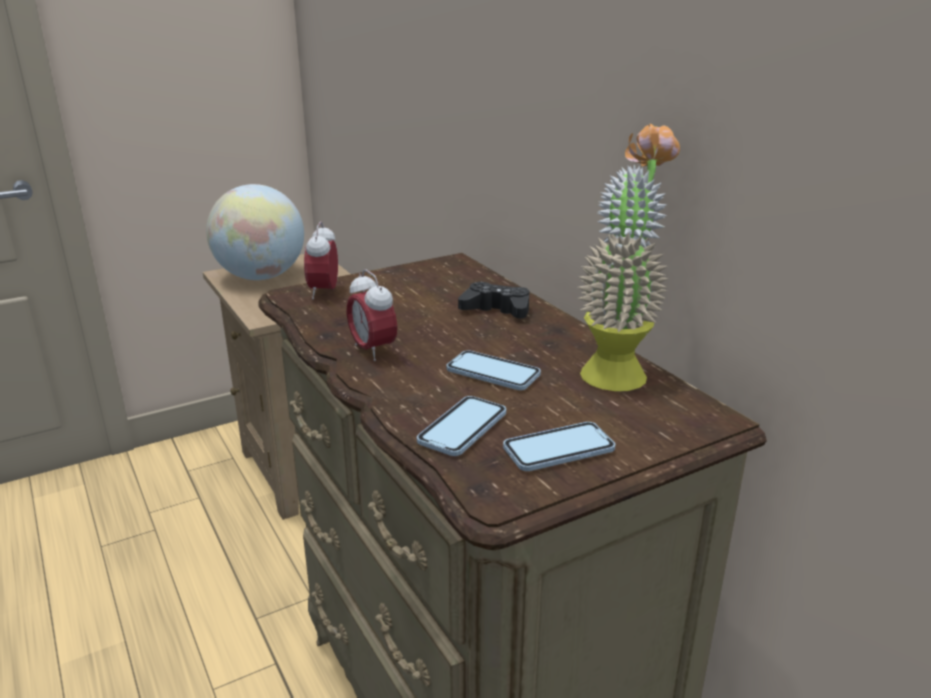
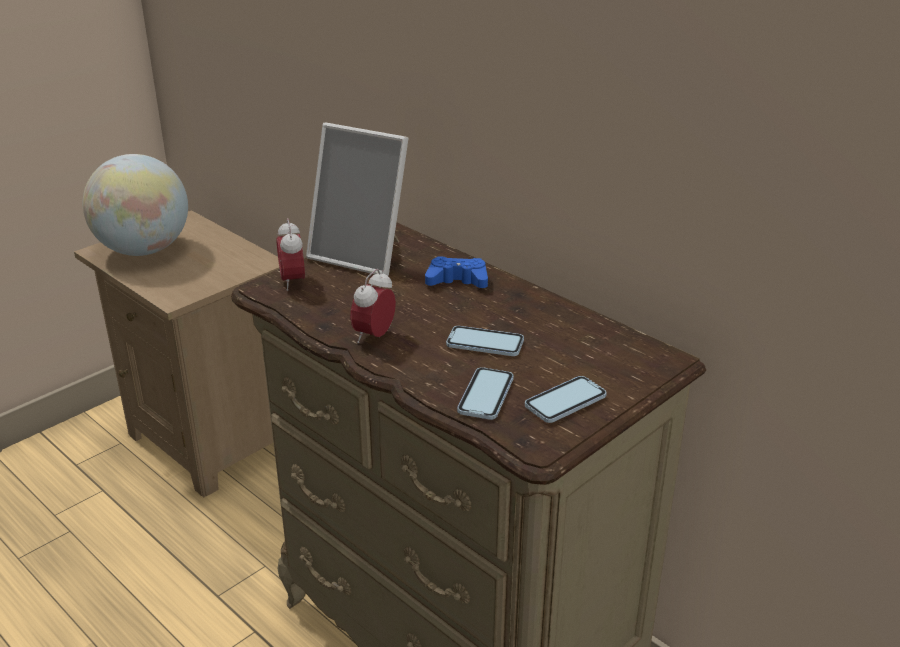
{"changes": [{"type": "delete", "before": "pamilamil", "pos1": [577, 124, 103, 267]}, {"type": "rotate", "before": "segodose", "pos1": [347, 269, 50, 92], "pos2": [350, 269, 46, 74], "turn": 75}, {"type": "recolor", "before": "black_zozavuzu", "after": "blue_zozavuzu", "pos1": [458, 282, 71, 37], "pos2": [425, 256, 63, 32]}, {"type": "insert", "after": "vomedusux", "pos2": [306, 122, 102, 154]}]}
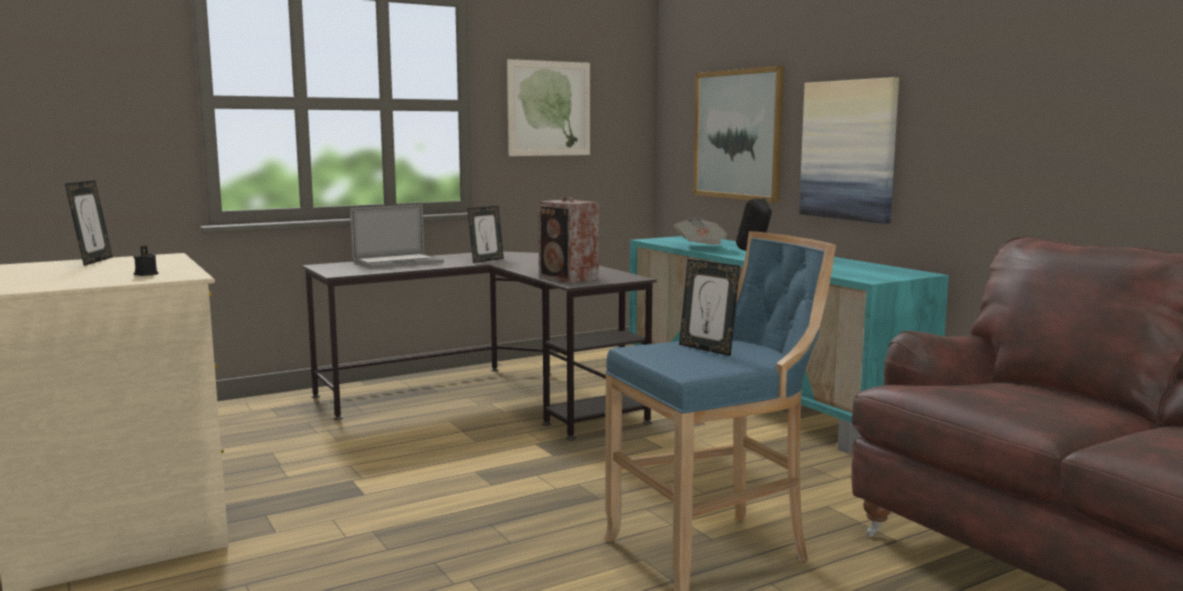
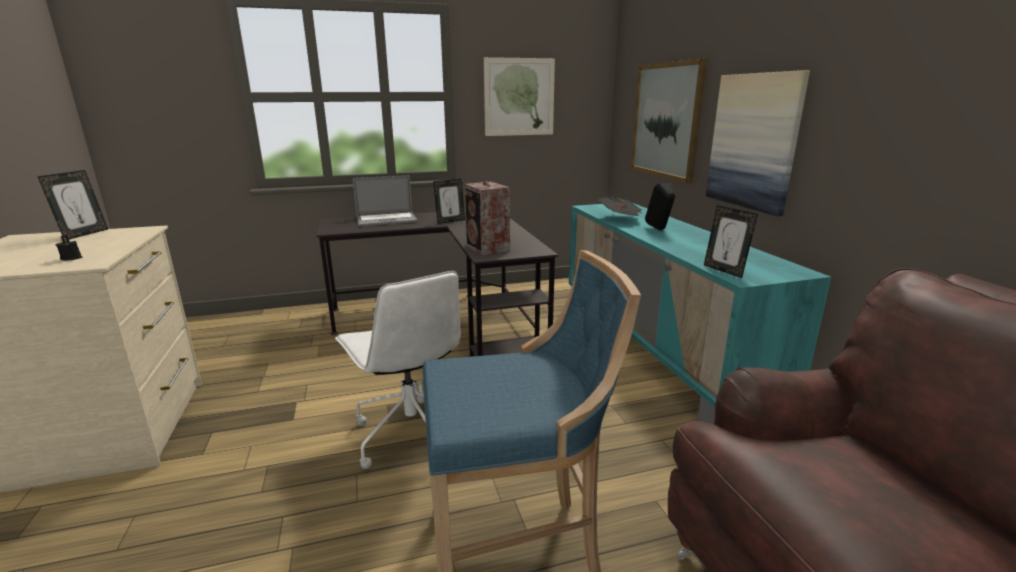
{"changes": [{"type": "move", "before": "vomedusux", "pos1": [679, 259, 61, 97], "pos2": [704, 205, 54, 73]}, {"type": "insert", "after": "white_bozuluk", "pos2": [335, 271, 126, 198]}]}
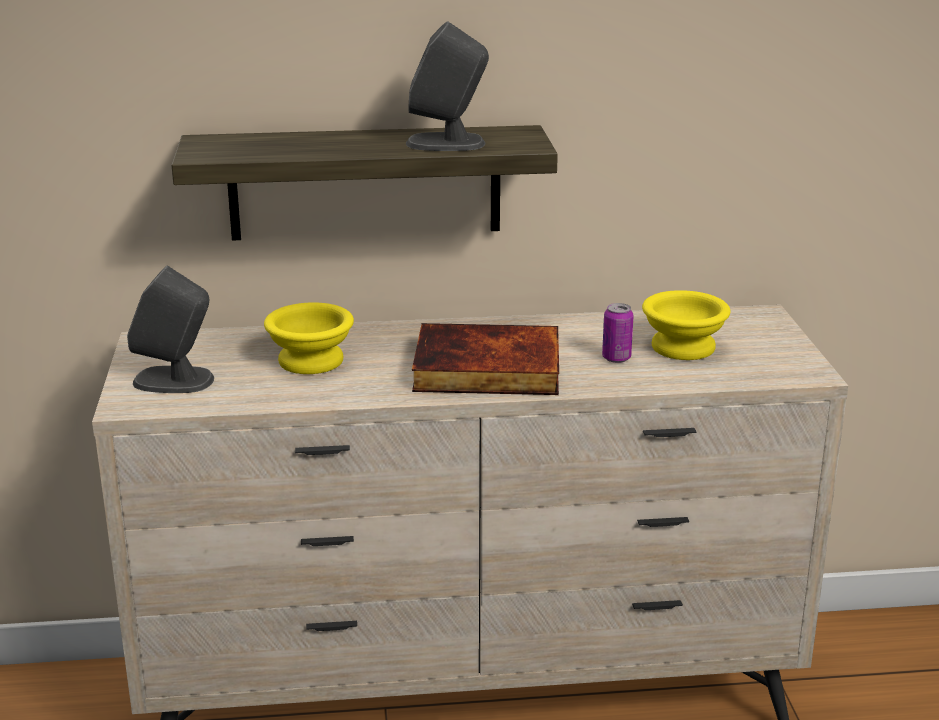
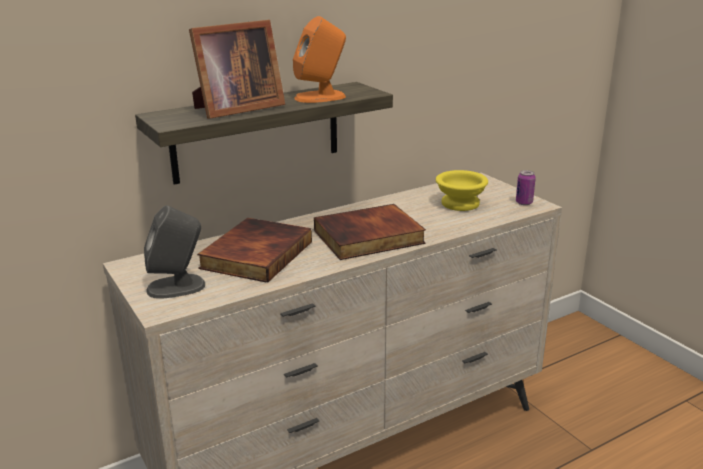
{"changes": [{"type": "recolor", "before": "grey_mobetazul", "after": "orange_mobetazul", "pos1": [406, 21, 83, 130], "pos2": [293, 16, 53, 87]}, {"type": "replace", "before": "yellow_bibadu", "after": "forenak", "pos1": [264, 303, 90, 71], "pos2": [197, 218, 115, 65]}, {"type": "move", "before": "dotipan", "pos1": [602, 303, 32, 60], "pos2": [516, 170, 20, 35]}, {"type": "insert", "after": "vomedusux", "pos2": [189, 20, 96, 99]}]}
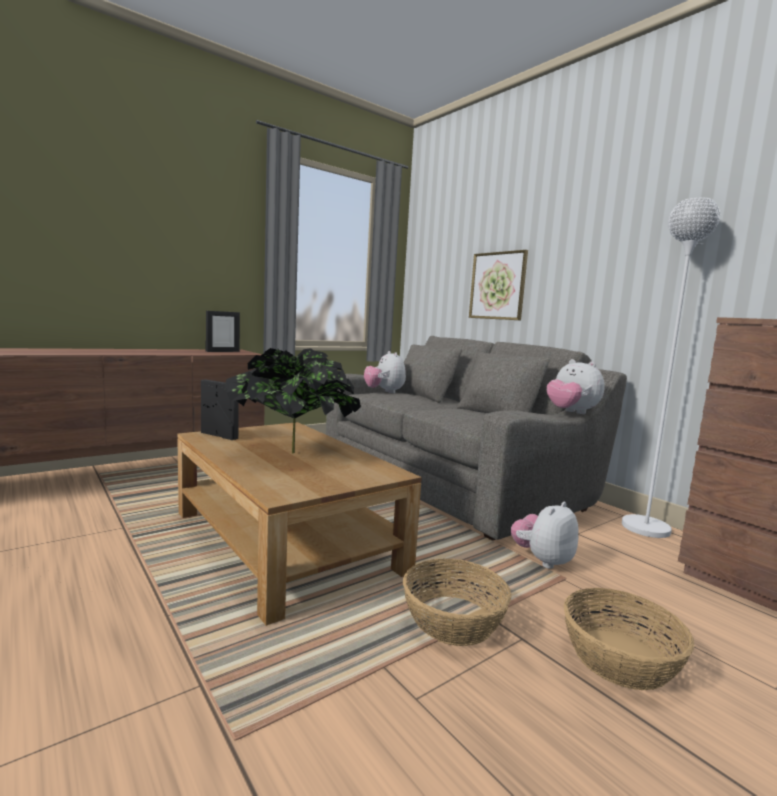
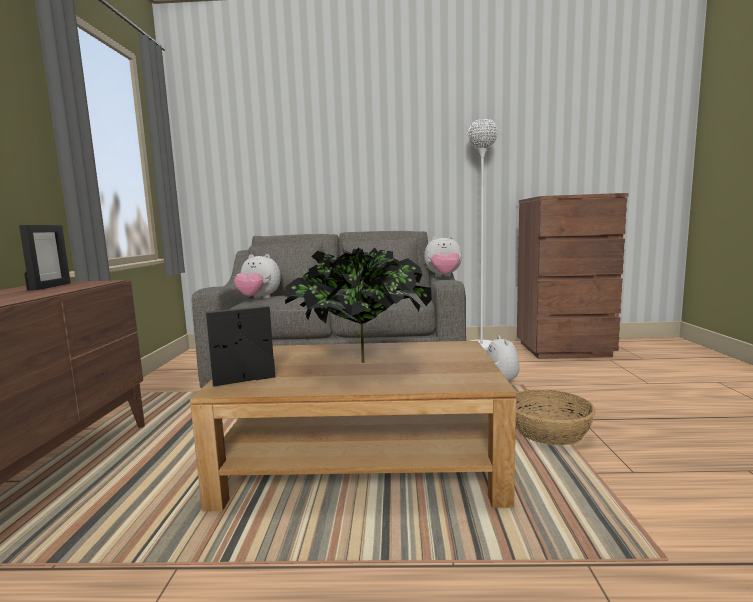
{"changes": [{"type": "delete", "before": "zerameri", "pos1": [469, 250, 59, 70]}, {"type": "delete", "before": "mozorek", "pos1": [564, 588, 131, 102]}]}
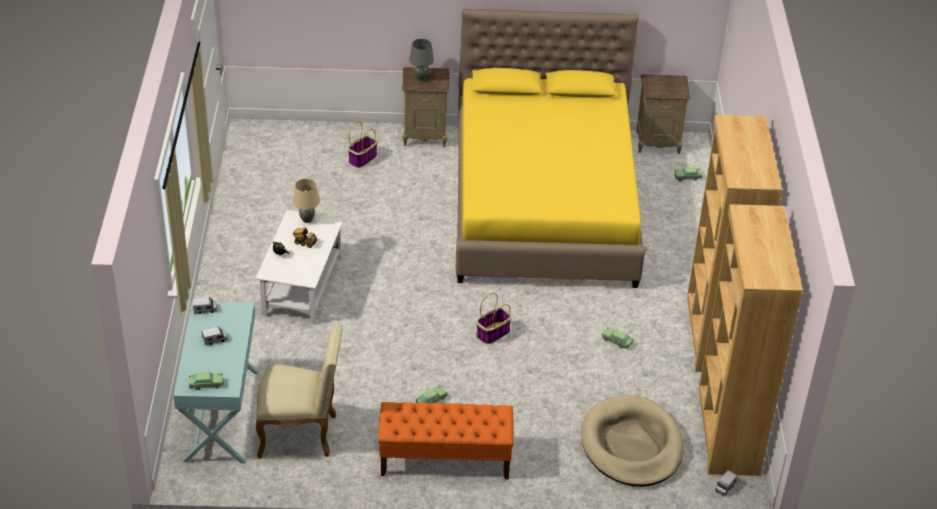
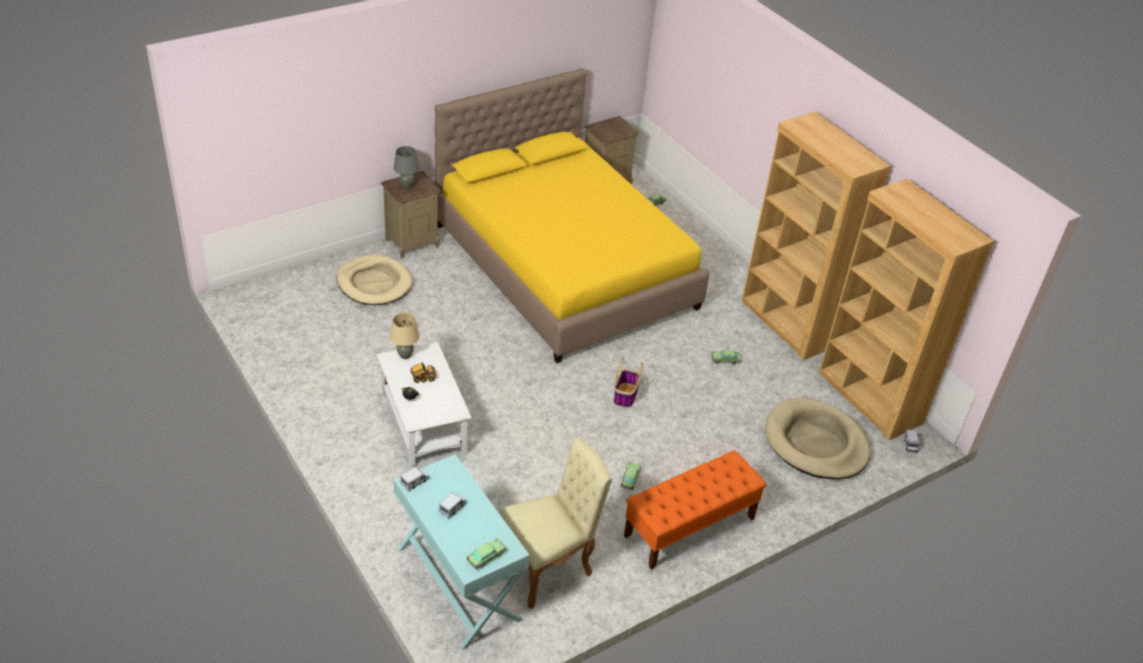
{"changes": [{"type": "replace", "before": "mozorek", "after": "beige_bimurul", "pos1": [348, 122, 30, 46], "pos2": [337, 255, 76, 50]}]}
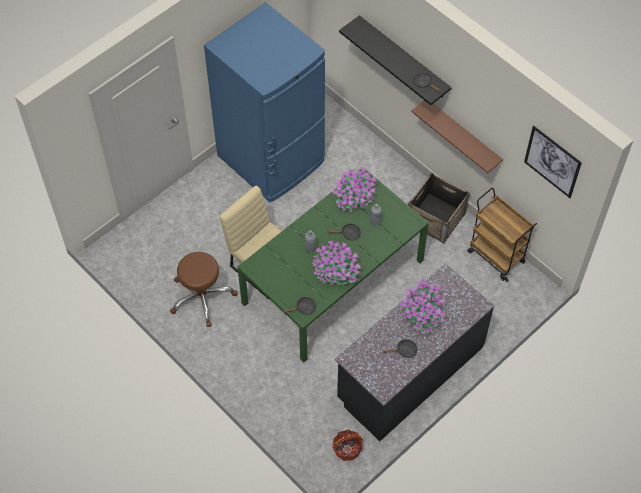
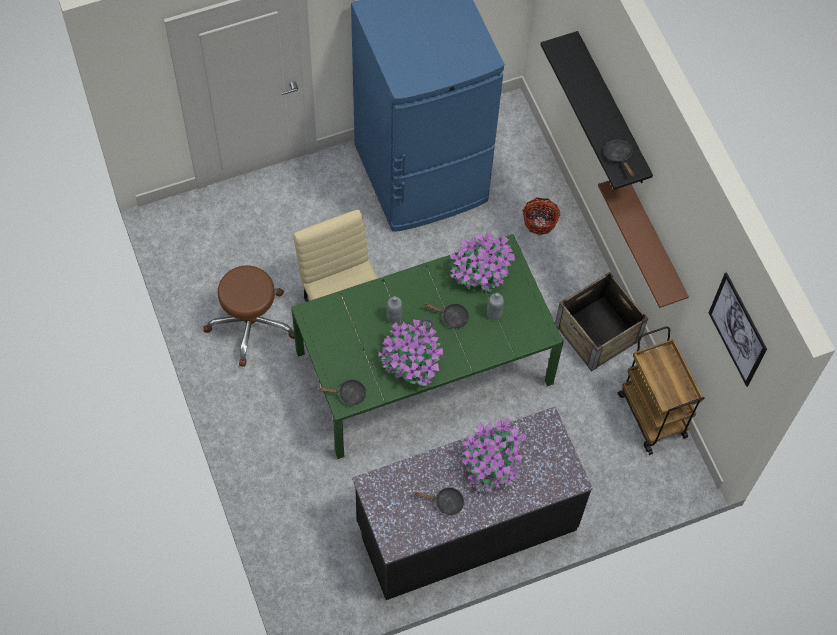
{"changes": [{"type": "move", "before": "mozorek", "pos1": [332, 430, 31, 31], "pos2": [522, 197, 38, 38]}]}
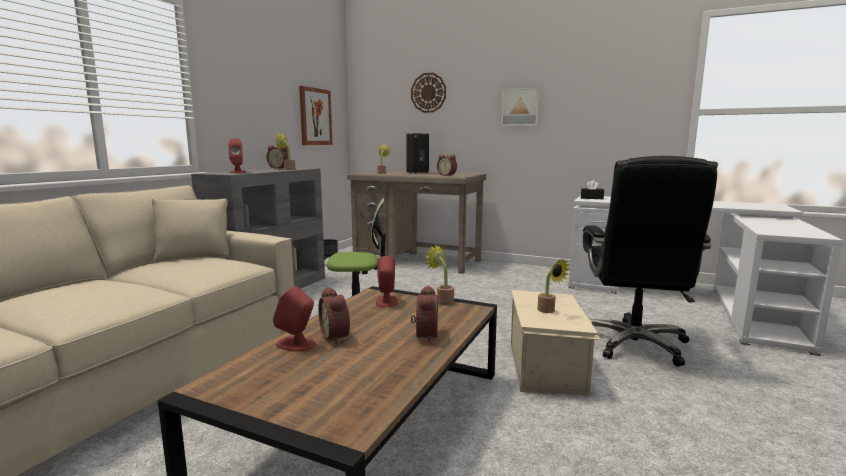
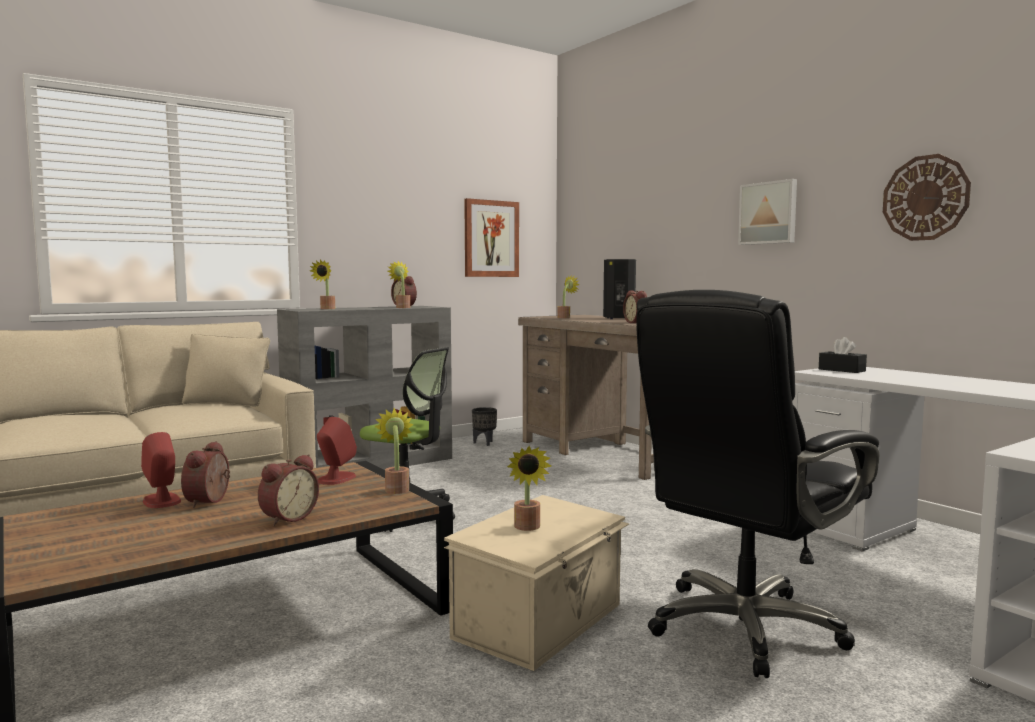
{"changes": [{"type": "move", "before": "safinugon", "pos1": [411, 73, 35, 40], "pos2": [883, 154, 88, 87]}, {"type": "replace", "before": "red_mobetazul", "after": "pamilamil", "pos1": [228, 138, 18, 35], "pos2": [310, 260, 25, 49]}]}
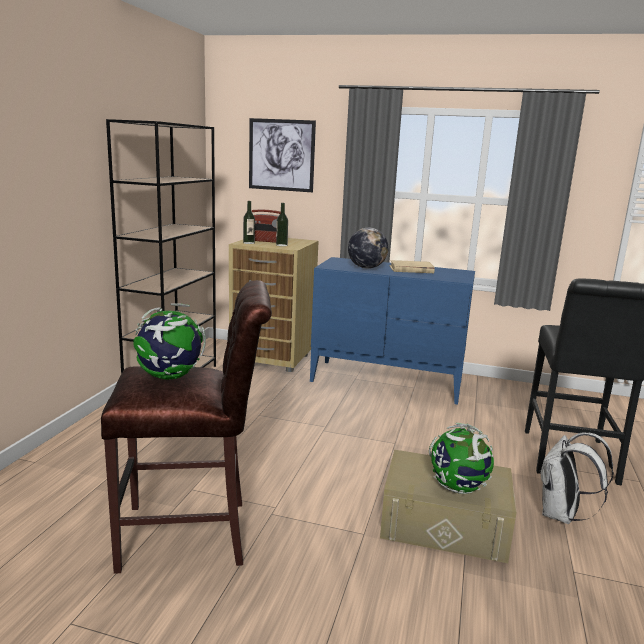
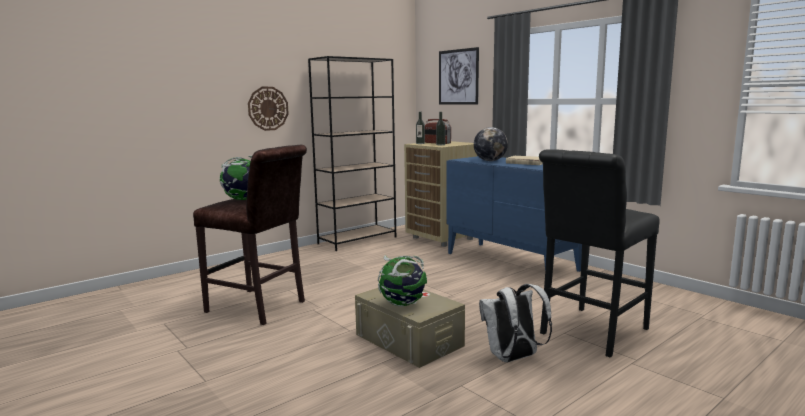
{"changes": [{"type": "insert", "after": "safinugon", "pos2": [248, 87, 41, 44]}]}
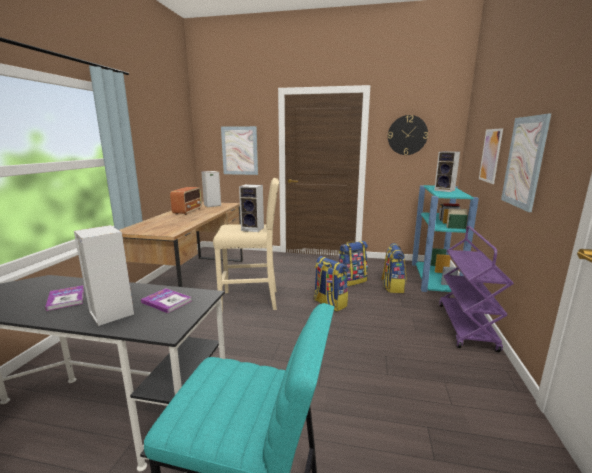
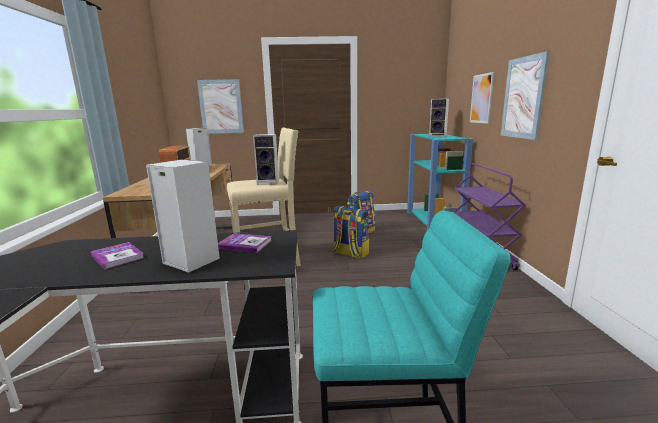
{"changes": [{"type": "delete", "before": "safinugon", "pos1": [388, 115, 40, 40]}, {"type": "delete", "before": "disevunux", "pos1": [381, 243, 25, 50]}]}
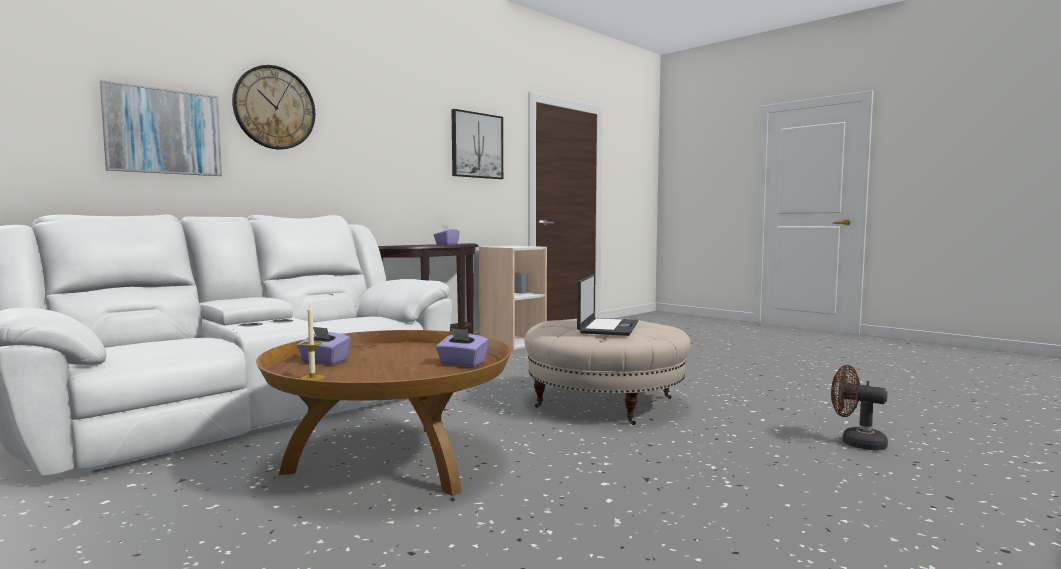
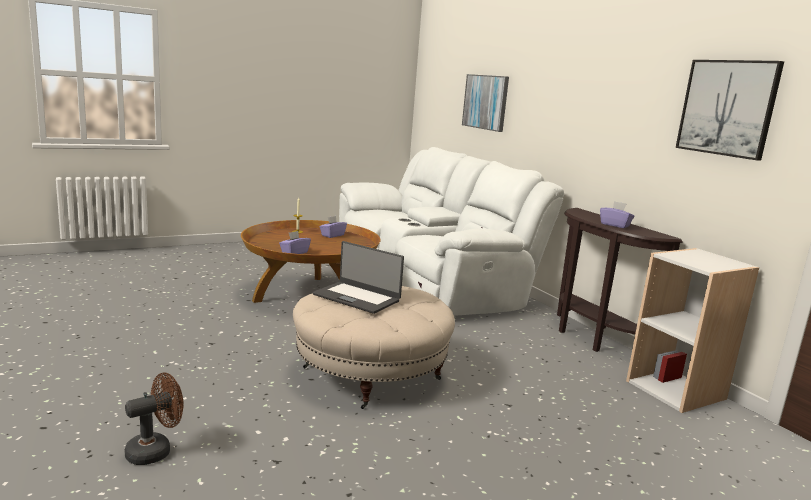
{"changes": [{"type": "delete", "before": "safinugon", "pos1": [232, 65, 83, 84]}]}
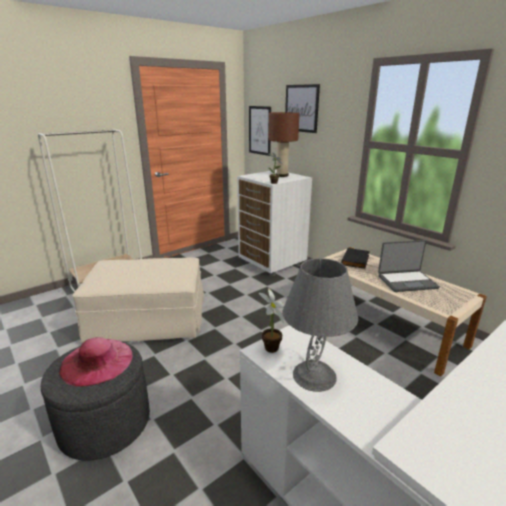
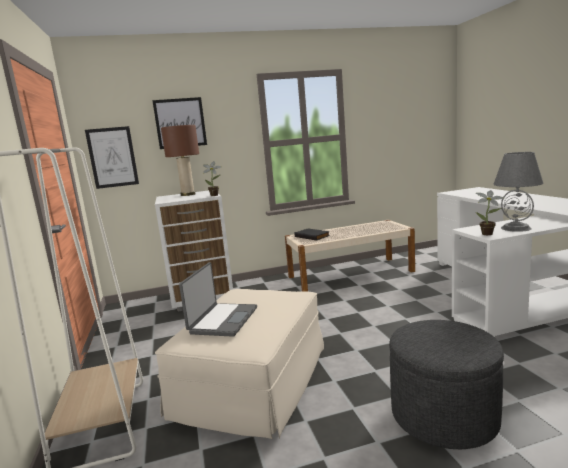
{"changes": [{"type": "move", "before": "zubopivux", "pos1": [378, 240, 62, 52], "pos2": [179, 262, 78, 75]}, {"type": "delete", "before": "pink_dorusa", "pos1": [59, 337, 73, 50]}]}
